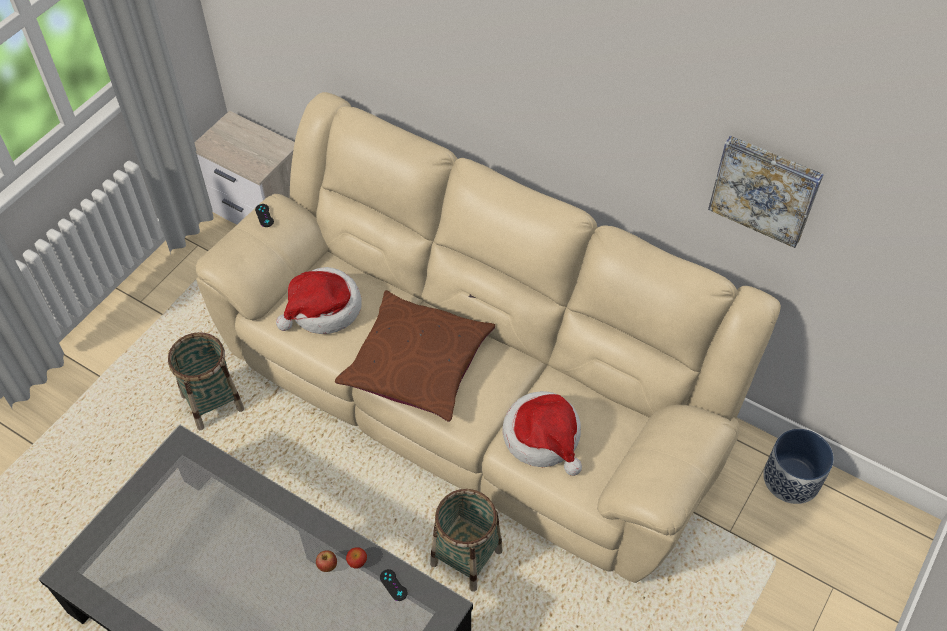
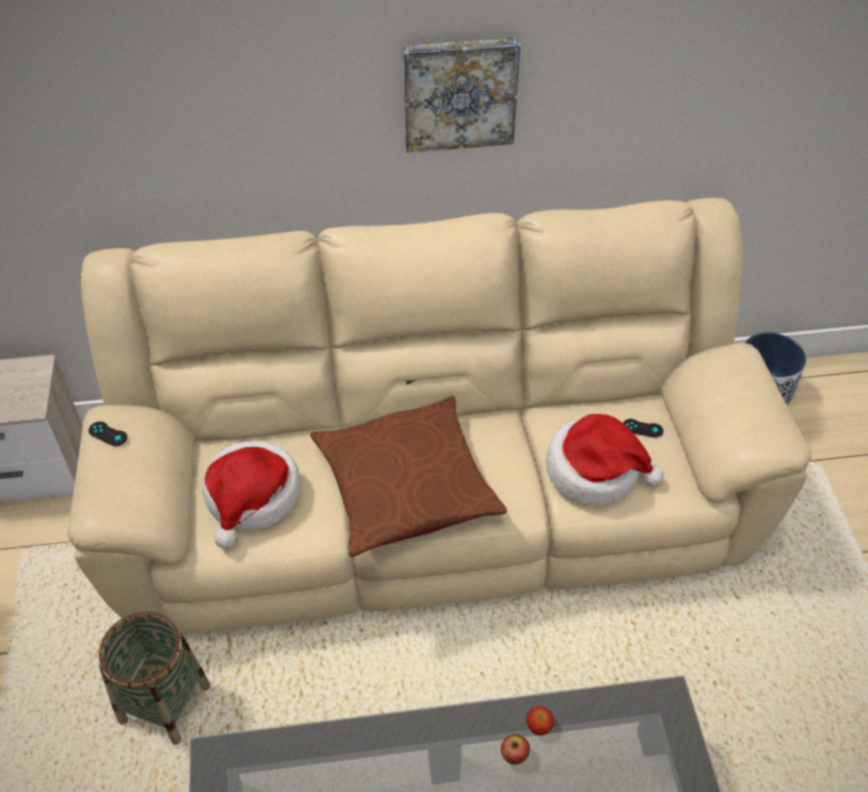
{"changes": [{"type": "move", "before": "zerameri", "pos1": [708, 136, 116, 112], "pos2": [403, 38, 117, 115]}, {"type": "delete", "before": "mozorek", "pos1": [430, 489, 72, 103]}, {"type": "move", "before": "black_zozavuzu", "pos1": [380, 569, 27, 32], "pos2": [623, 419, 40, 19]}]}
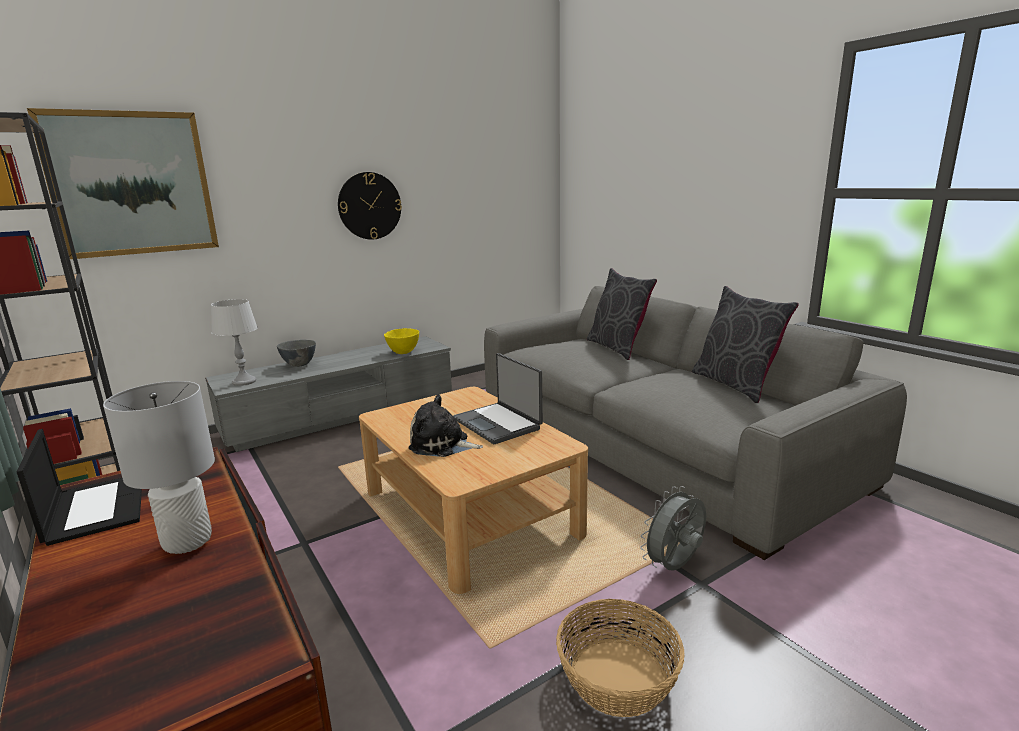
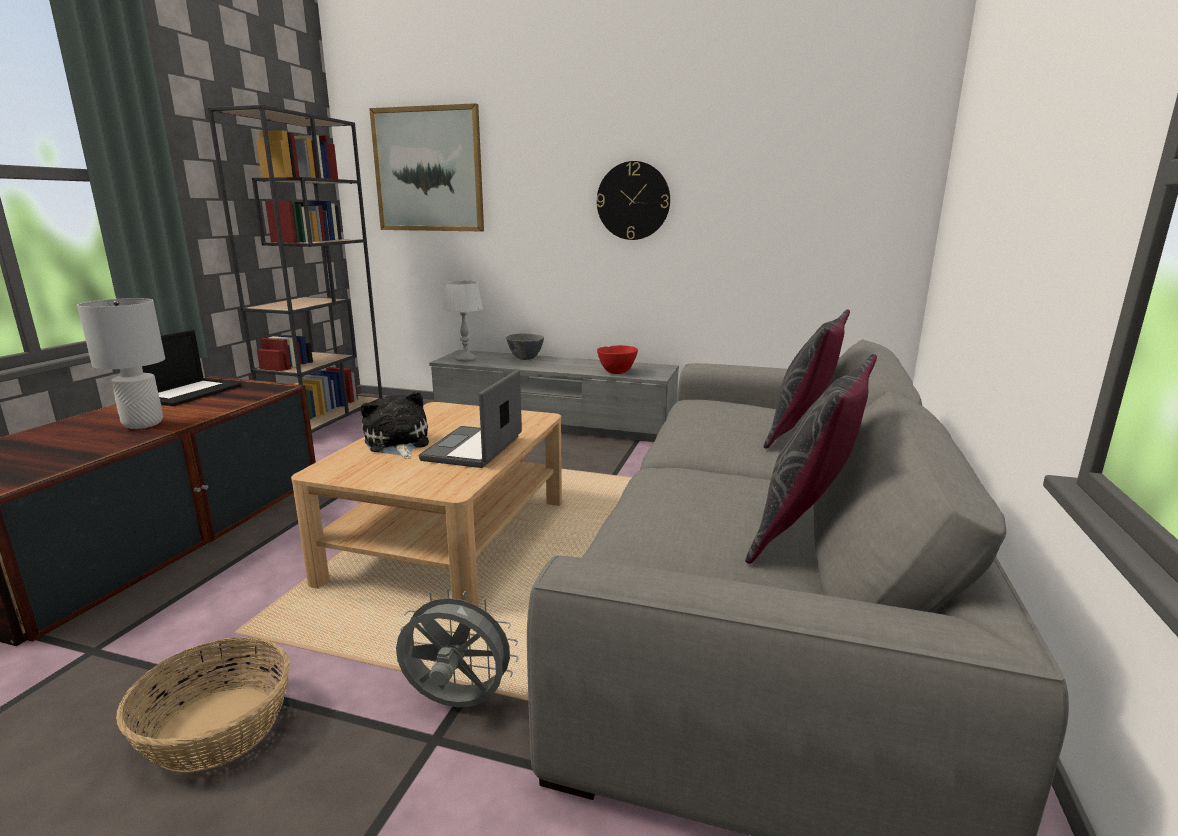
{"changes": [{"type": "recolor", "before": "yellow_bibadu", "after": "red_bibadu", "pos1": [384, 328, 35, 26], "pos2": [597, 345, 41, 29]}]}
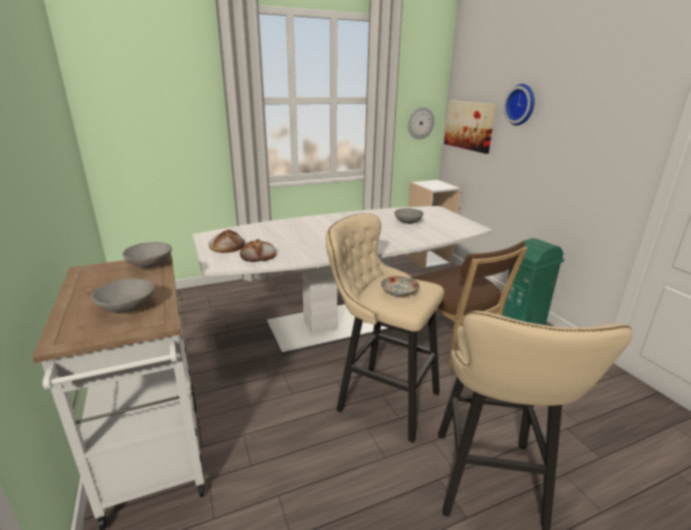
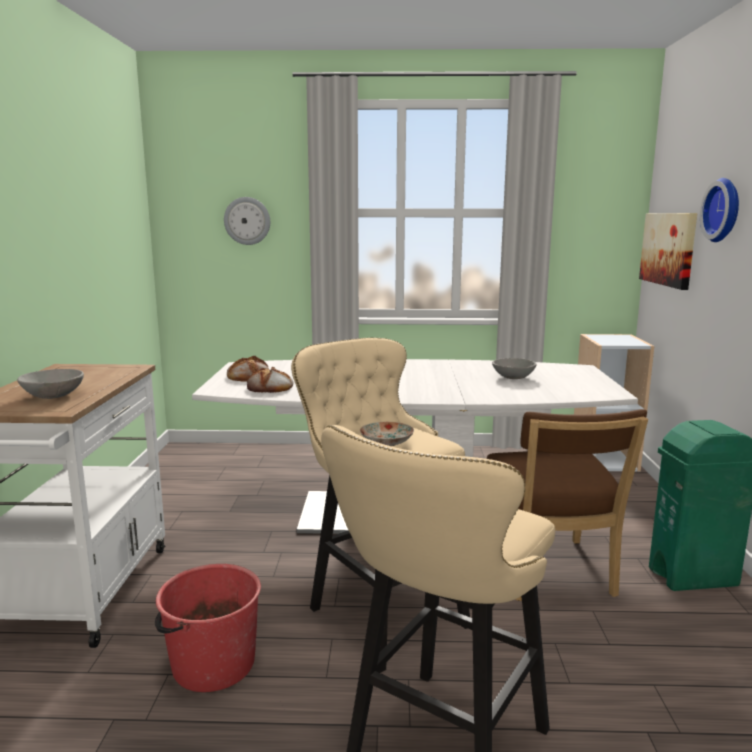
{"changes": [{"type": "move", "before": "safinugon", "pos1": [408, 107, 27, 32], "pos2": [224, 197, 46, 48]}, {"type": "delete", "before": "grey_bibadu", "pos1": [122, 242, 50, 26]}, {"type": "insert", "after": "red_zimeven", "pos2": [155, 564, 106, 128]}]}
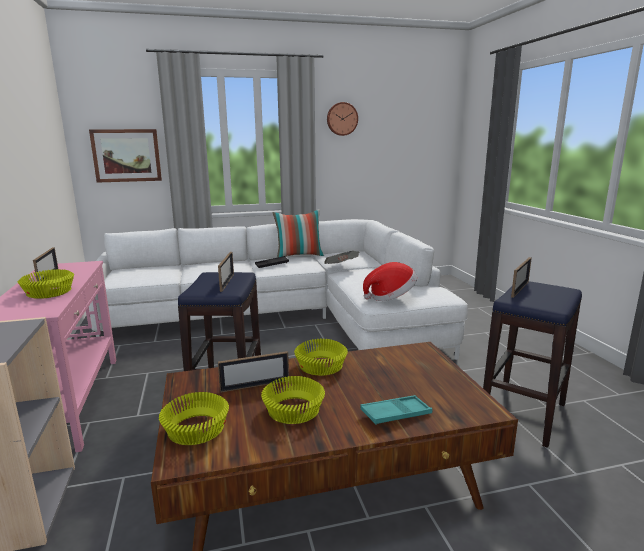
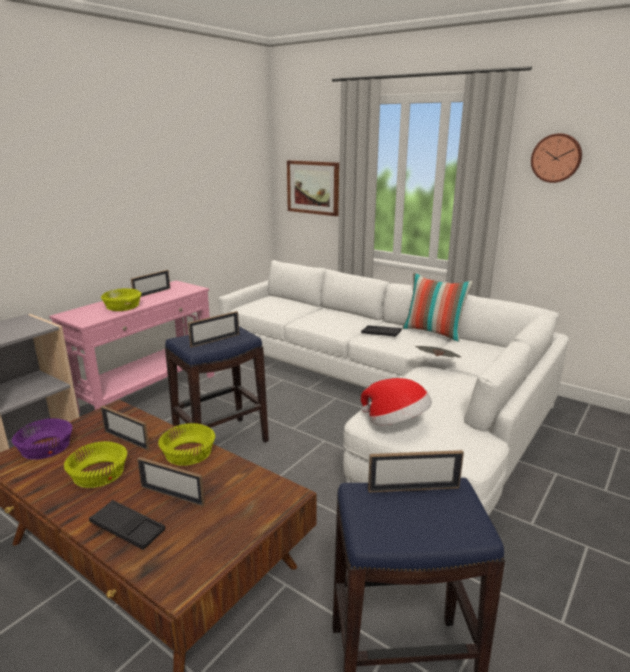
{"changes": [{"type": "recolor", "before": "yellow_bibadu", "after": "purple_bibadu", "pos1": [159, 392, 70, 53], "pos2": [12, 418, 60, 42]}, {"type": "recolor", "before": "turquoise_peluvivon", "after": "black_peluvivon", "pos1": [360, 395, 72, 30], "pos2": [89, 500, 76, 50]}, {"type": "insert", "after": "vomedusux", "pos2": [137, 457, 68, 49]}]}
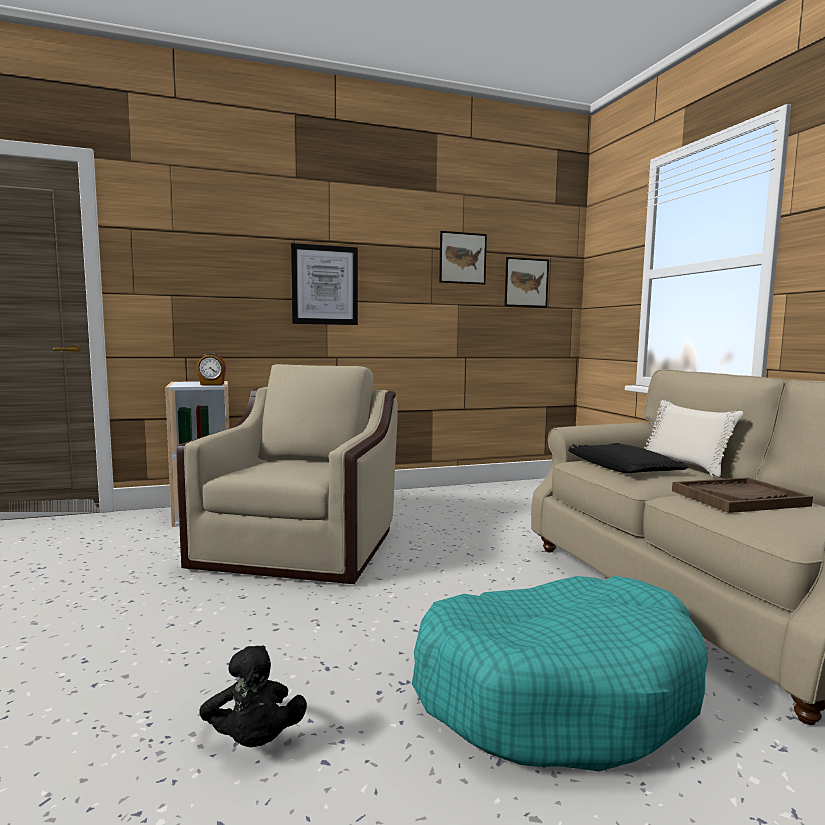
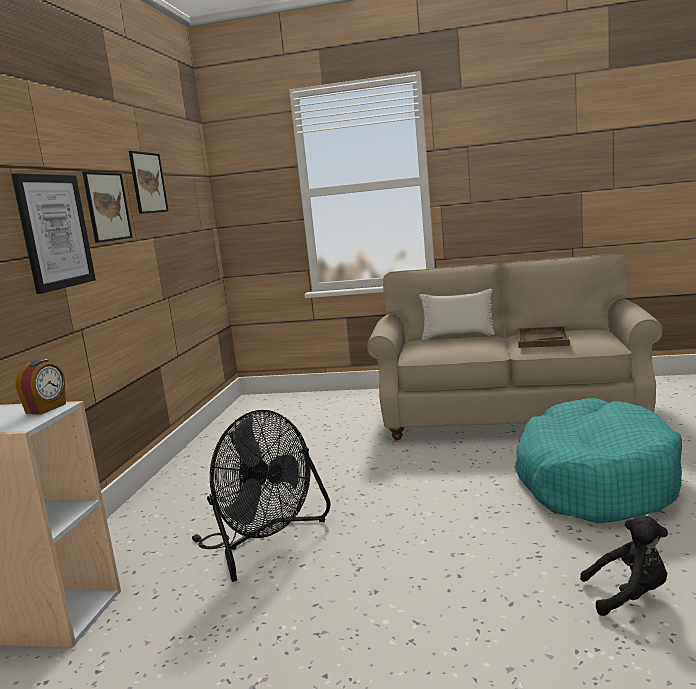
{"changes": [{"type": "move", "before": "zerameri", "pos1": [504, 257, 45, 50], "pos2": [82, 172, 51, 71]}, {"type": "replace", "before": "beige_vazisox", "after": "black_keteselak", "pos1": [177, 364, 221, 220], "pos2": [192, 410, 138, 172]}, {"type": "delete", "before": "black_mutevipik", "pos1": [568, 443, 120, 30]}]}
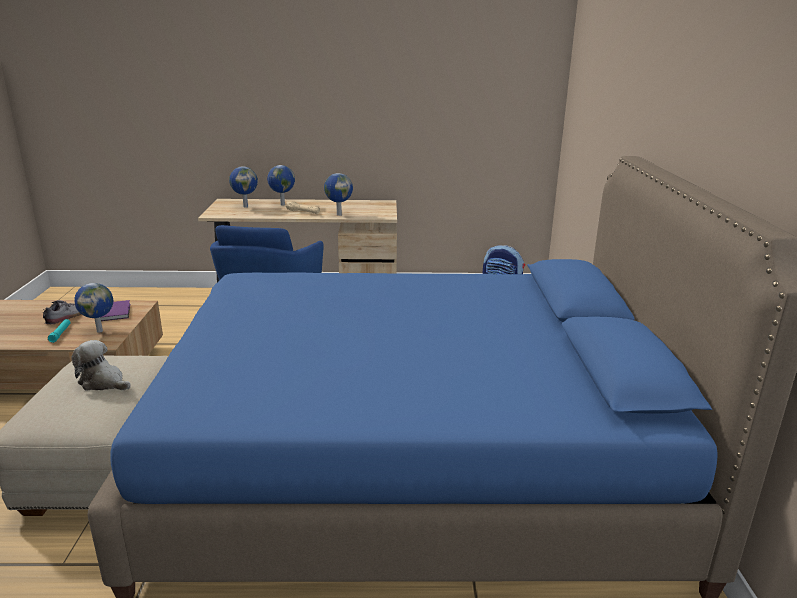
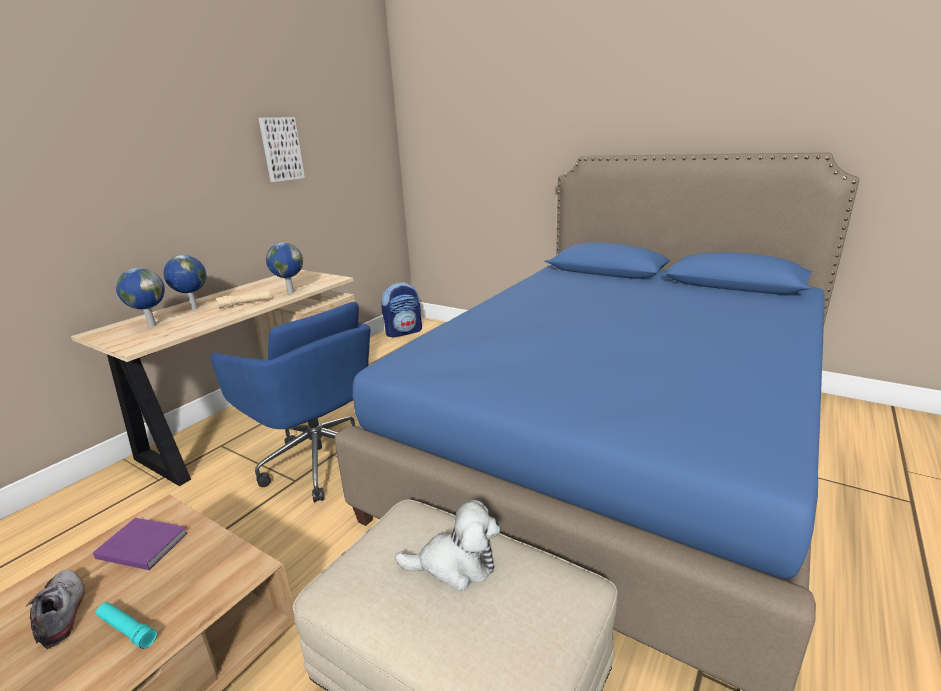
{"changes": [{"type": "delete", "before": "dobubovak", "pos1": [74, 283, 39, 50]}, {"type": "rotate", "before": "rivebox", "pos1": [71, 340, 60, 51], "pos2": [395, 500, 105, 91], "turn": -150}, {"type": "insert", "after": "zerameri", "pos2": [259, 117, 46, 65]}]}
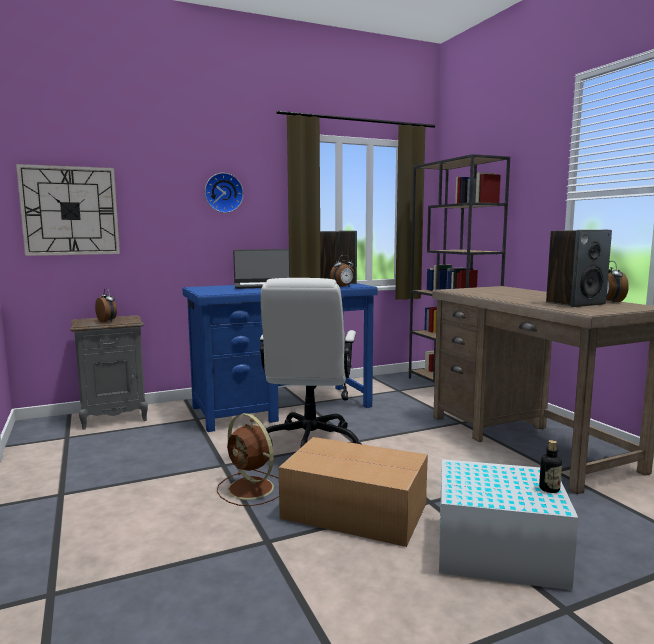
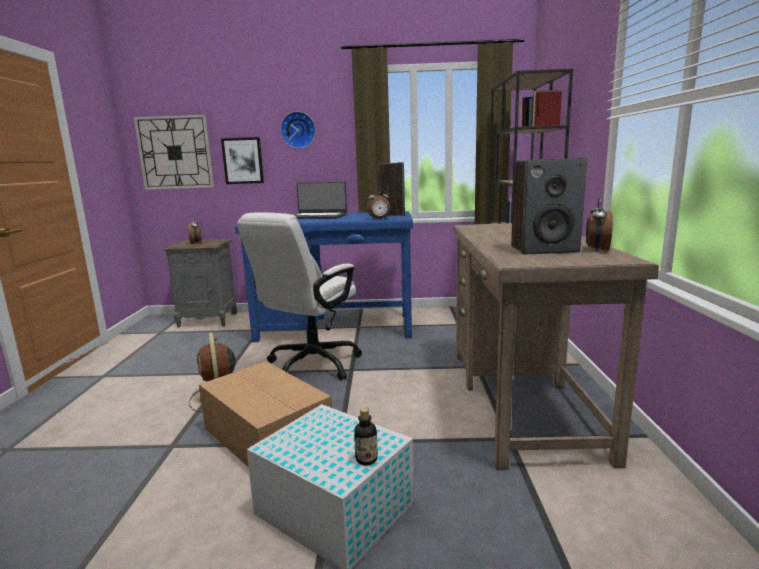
{"changes": [{"type": "insert", "after": "zerameri", "pos2": [221, 137, 43, 47]}]}
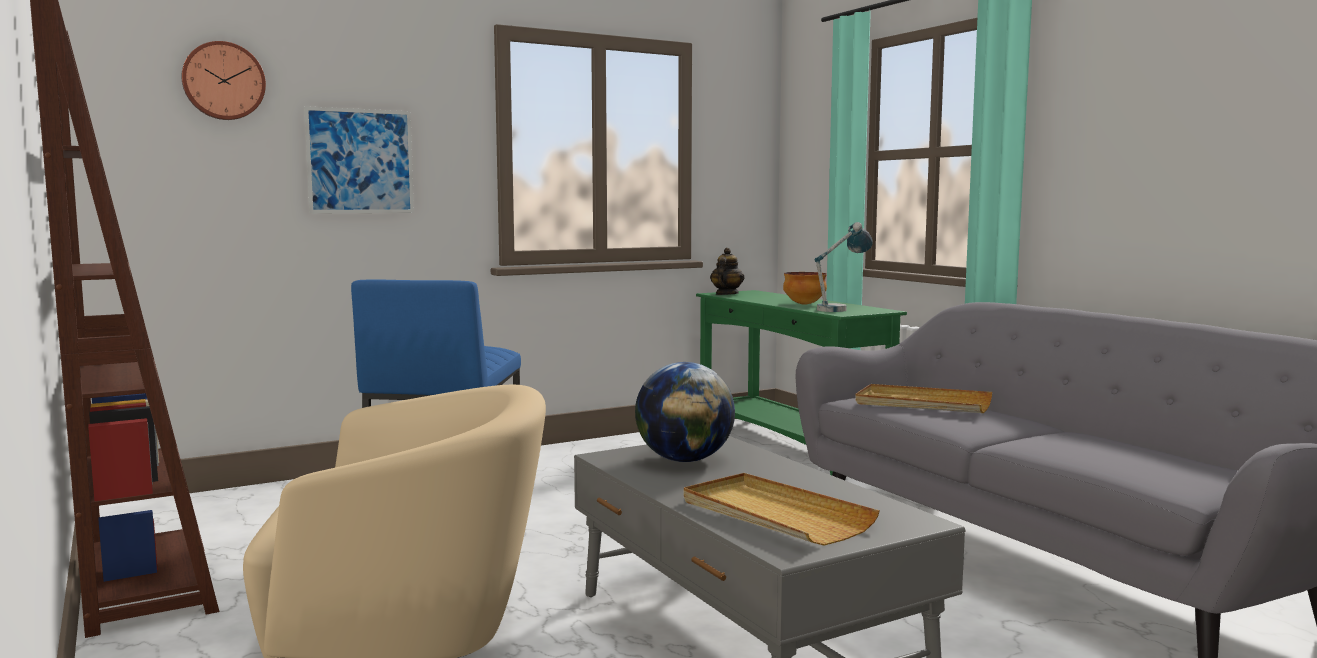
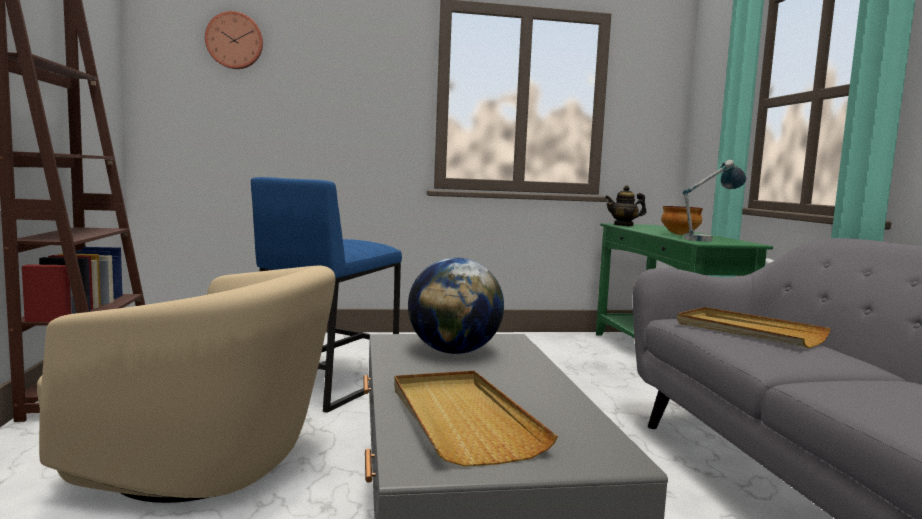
{"changes": [{"type": "delete", "before": "zerameri", "pos1": [304, 106, 110, 108]}, {"type": "rotate", "before": "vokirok", "pos1": [710, 248, 35, 47], "pos2": [605, 186, 42, 40], "turn": -135}]}
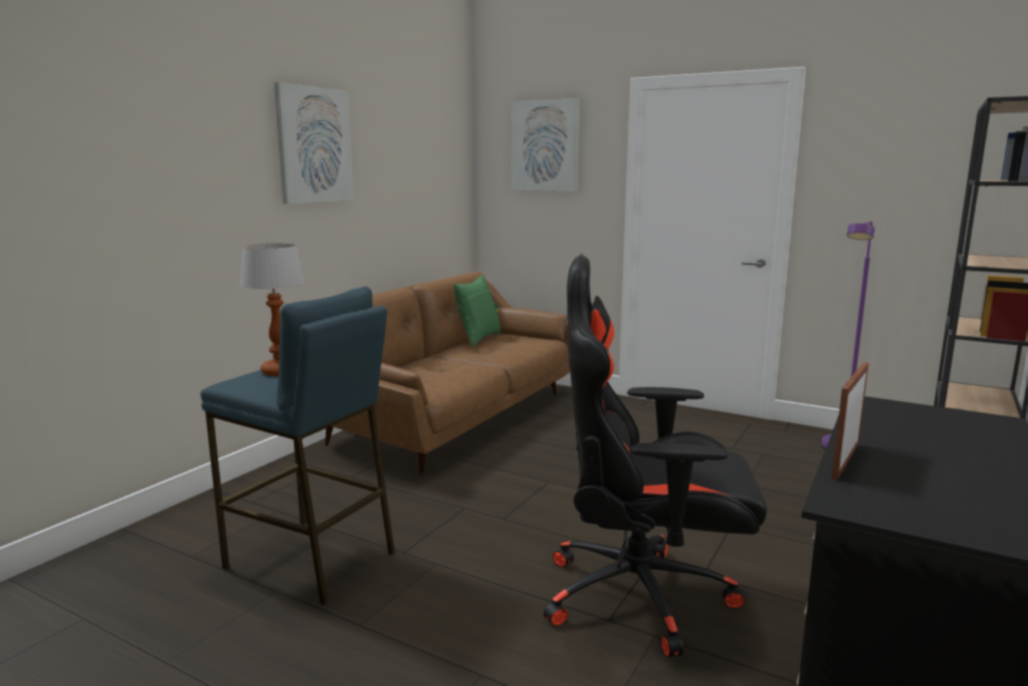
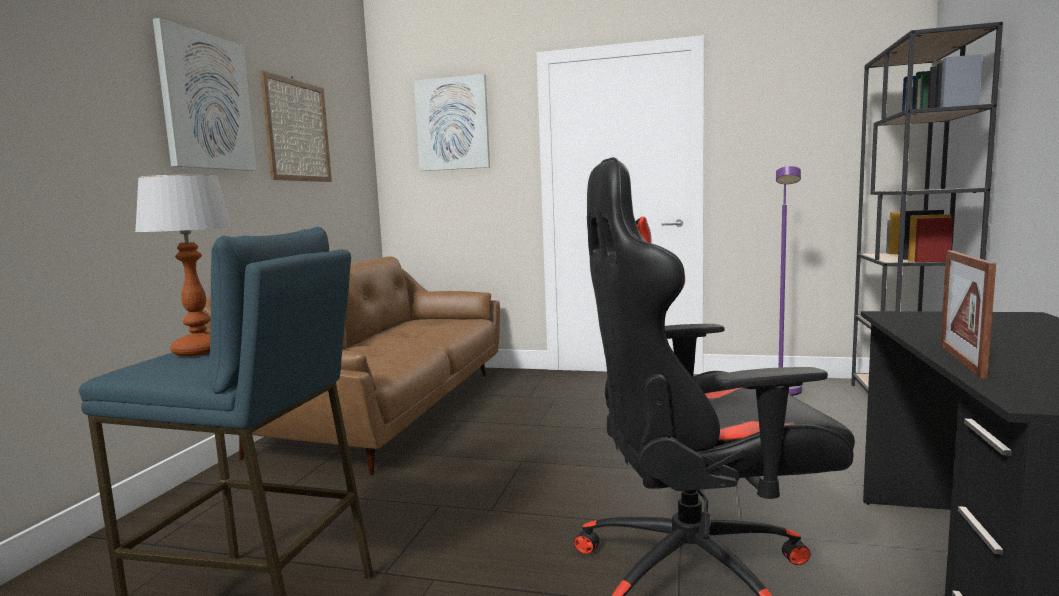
{"changes": [{"type": "delete", "before": "green_mutevipik", "pos1": [454, 275, 46, 72]}, {"type": "insert", "after": "zerameri", "pos2": [260, 71, 72, 111]}]}
